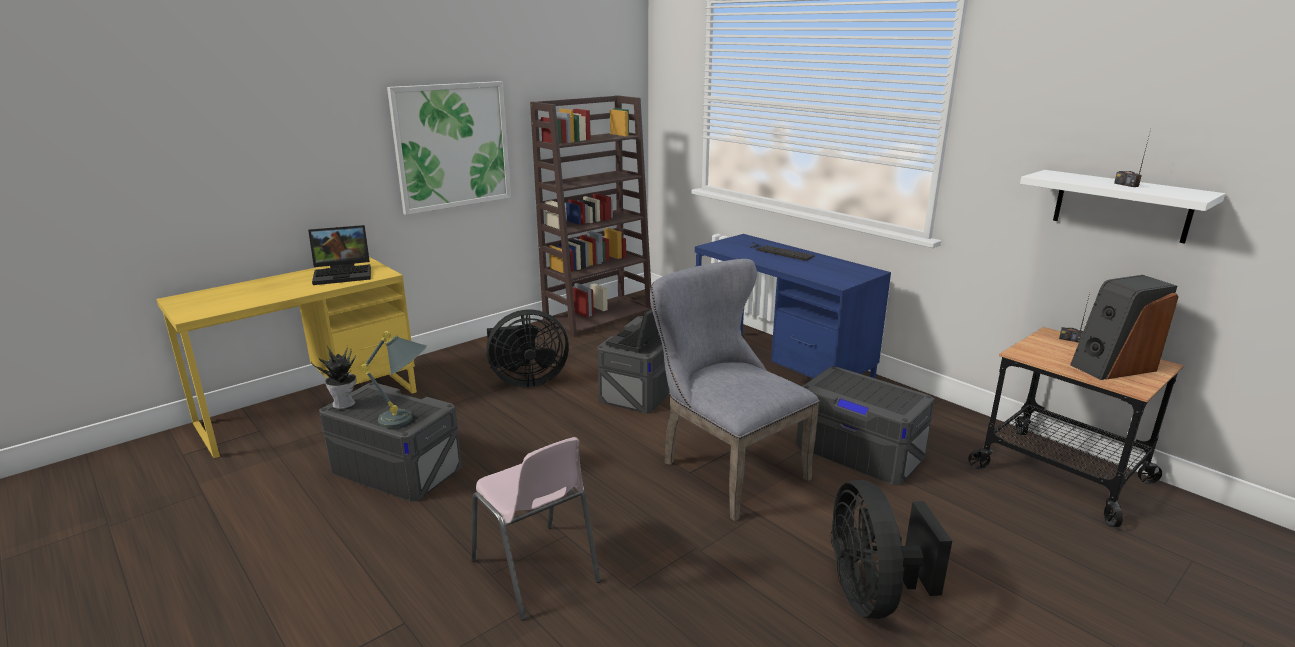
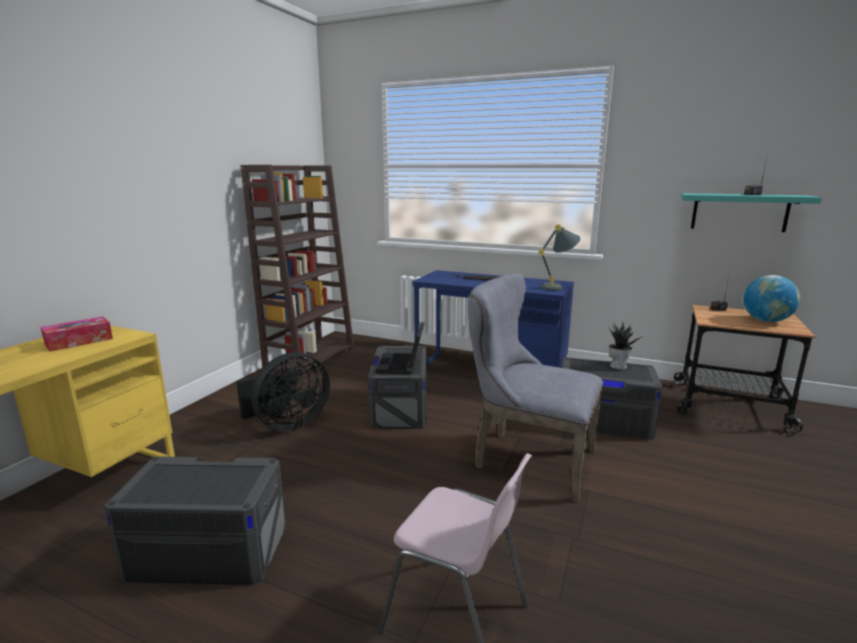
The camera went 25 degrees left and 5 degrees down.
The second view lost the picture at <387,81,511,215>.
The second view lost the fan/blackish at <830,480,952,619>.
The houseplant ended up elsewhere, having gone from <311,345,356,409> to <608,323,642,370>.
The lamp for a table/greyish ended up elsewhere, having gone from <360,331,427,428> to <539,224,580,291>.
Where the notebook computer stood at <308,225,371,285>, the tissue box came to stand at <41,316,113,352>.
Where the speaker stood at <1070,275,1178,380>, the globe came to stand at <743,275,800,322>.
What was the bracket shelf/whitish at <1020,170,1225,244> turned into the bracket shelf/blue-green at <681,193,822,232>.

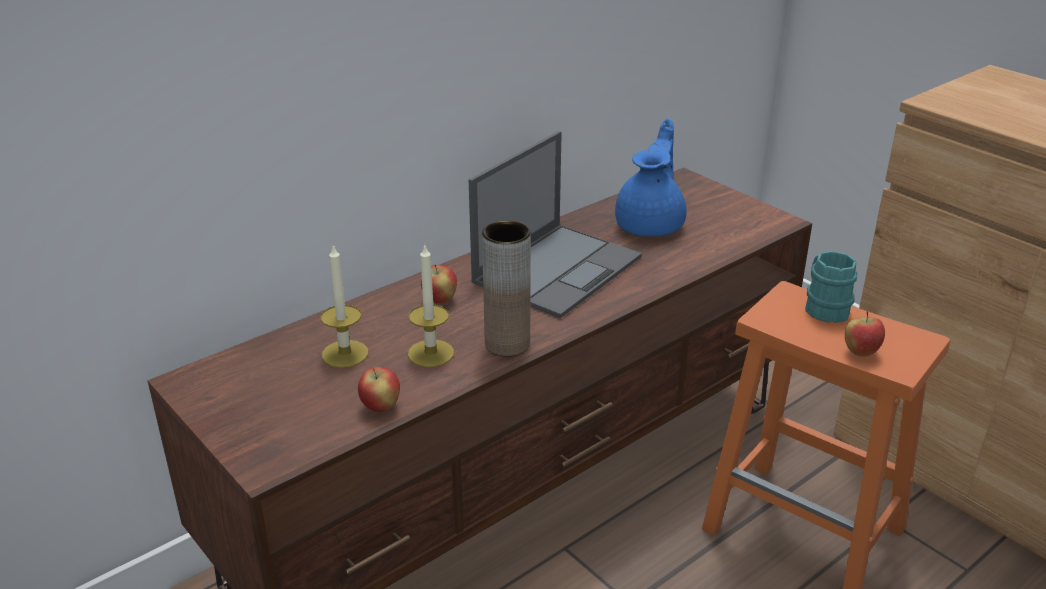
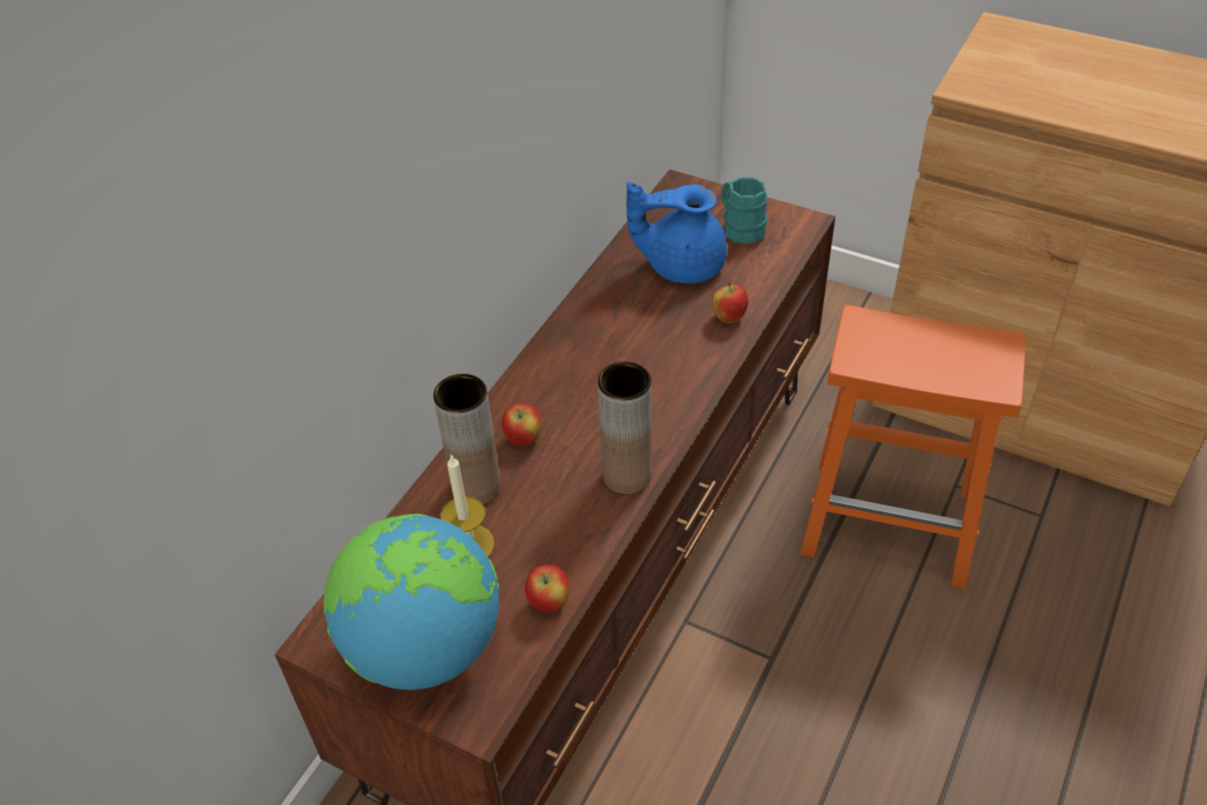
The camera went 20 degrees left and 15 degrees up.
The second view lost the wax candle at <408,243,454,367>.
The second view lost the notebook computer at <469,131,642,318>.
The second view gained the globe at <323,514,500,690>.
The second view gained the decorative vase/brown at <433,374,501,505>.
The coffee mug/blue-green ended up elsewhere, having gone from <805,251,857,323> to <721,177,768,244>.
The apple ended up elsewhere, having gone from <845,311,885,357> to <712,283,748,323>.
The pot for tea/bluish at <615,119,686,236> ended up facing another way, 90 degrees counterclockwise from before.

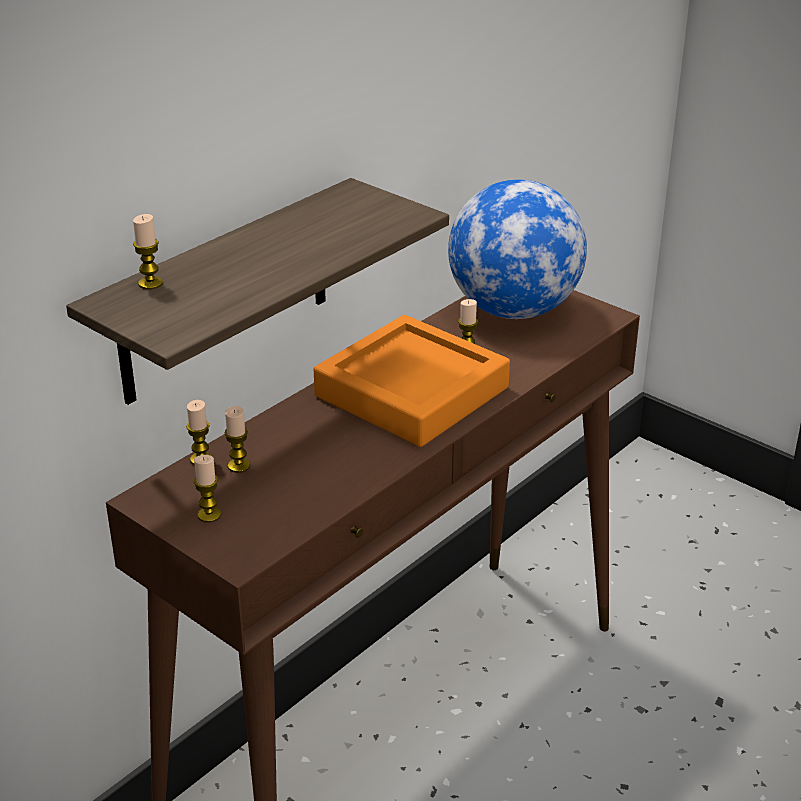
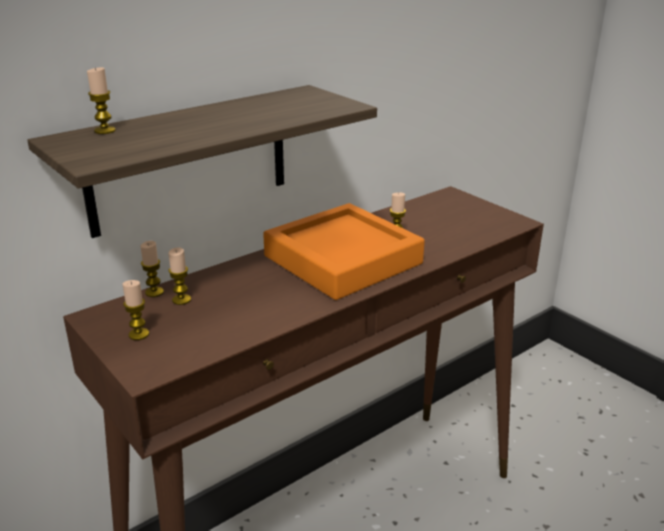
The camera went 10 degrees right and 5 degrees down.
The second view lost the globe at <448,179,587,319>.

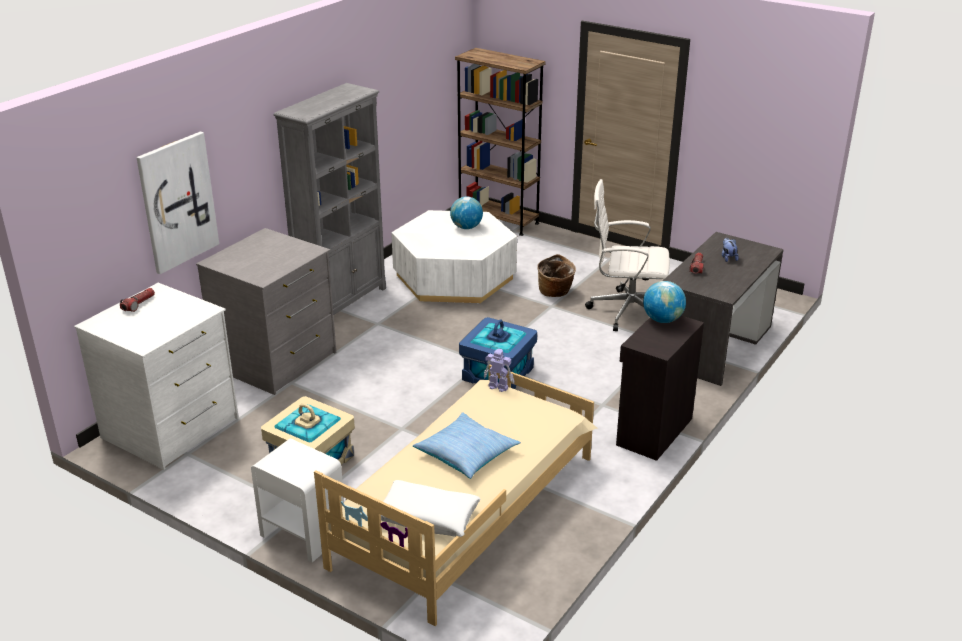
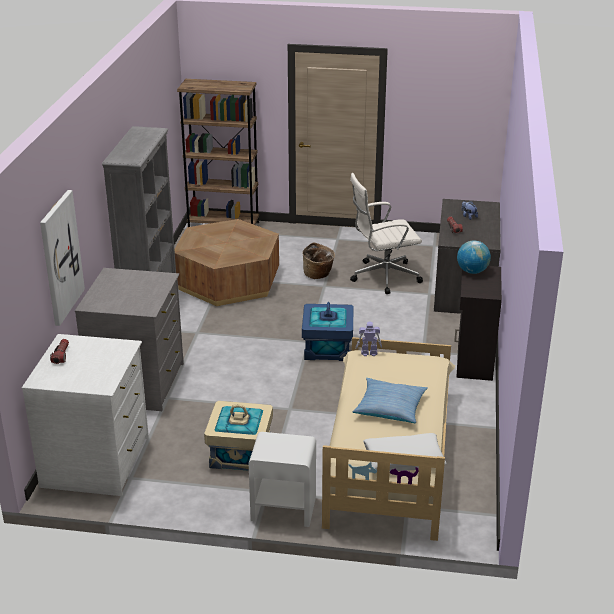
The camera went 25 degrees left and 0 degrees up.
The second view lost the globe at <450,196,483,229>.
What was the coffee table/whitish at <391,210,517,303> turned into the coffee table/brown at <174,219,279,306>.

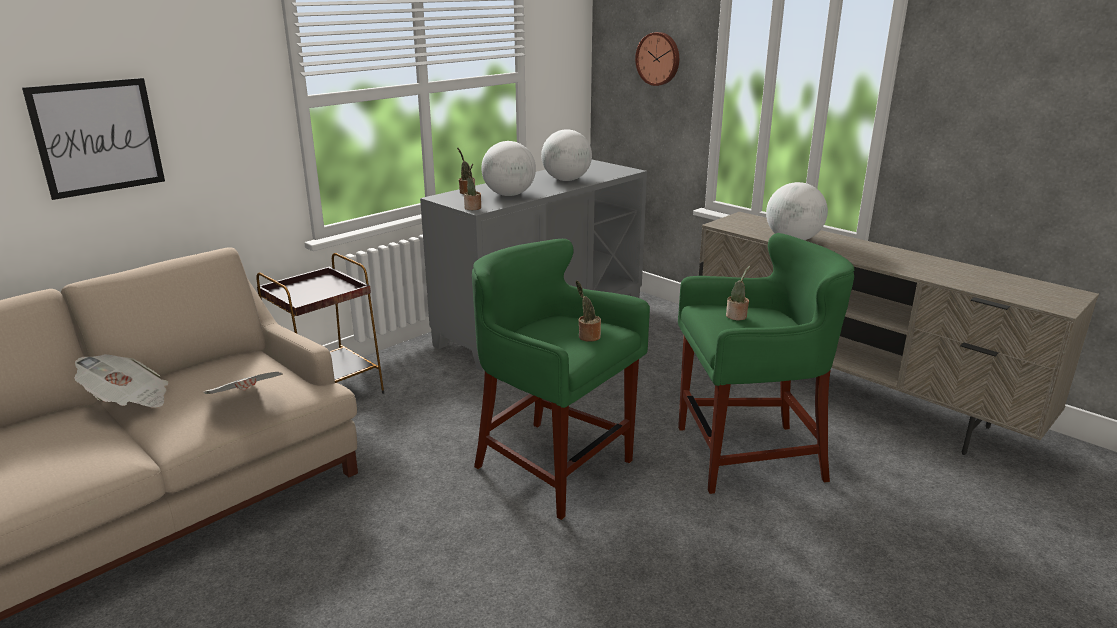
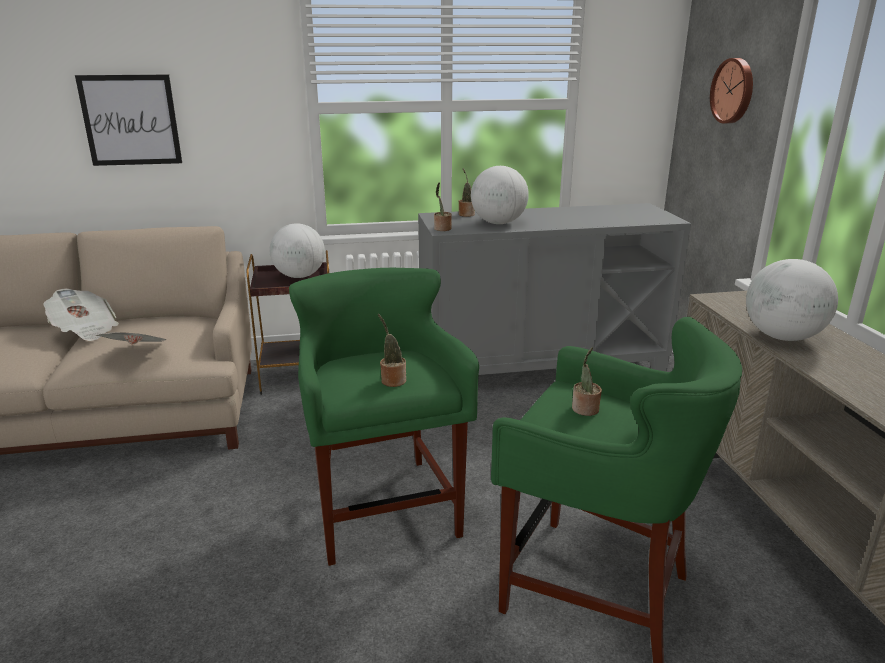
The camera went 35 degrees right and 0 degrees up.
The globe ended up elsewhere, having gone from <541,129,592,181> to <270,223,325,278>.

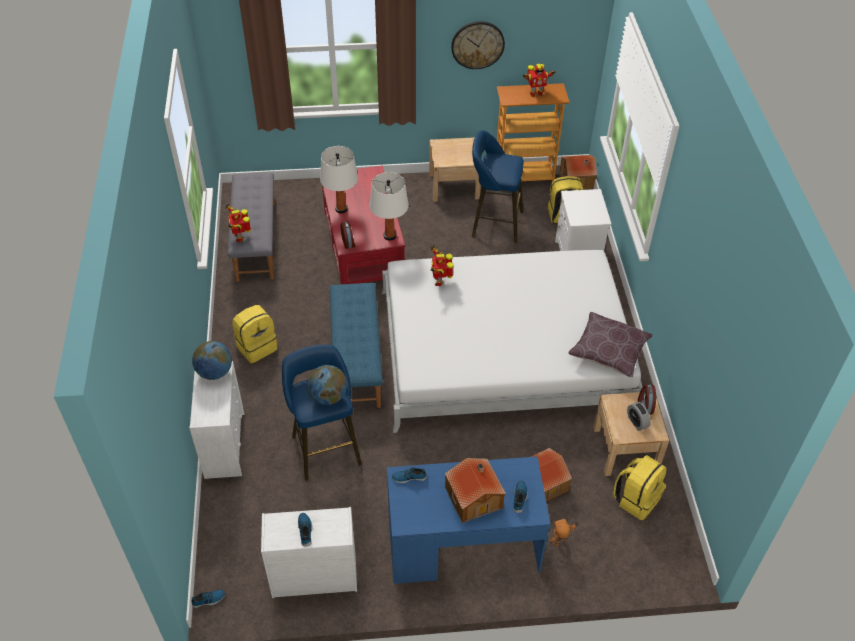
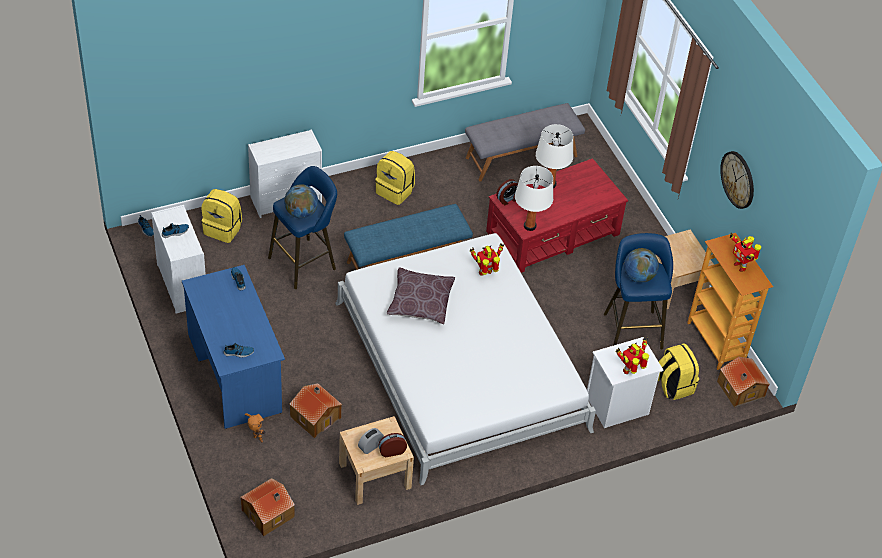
The camera went 70 degrees right and 0 degrees up.
The globe ended up elsewhere, having gone from <192,341,232,380> to <624,248,659,283>.
The model robot ended up elsewhere, having gone from <226,204,251,242> to <616,337,649,374>.
The toy house ended up elsewhere, having gone from <445,458,506,523> to <240,478,295,536>.
The throw pillow/brown ended up elsewhere, having gone from <568,312,653,378> to <387,267,455,324>.
The rucksack/yellow-coloured ended up elsewhere, having gone from <614,455,667,520> to <202,189,242,243>.

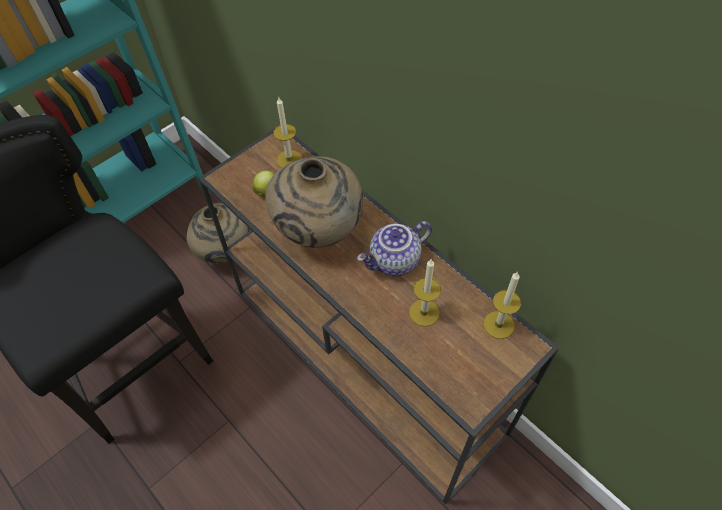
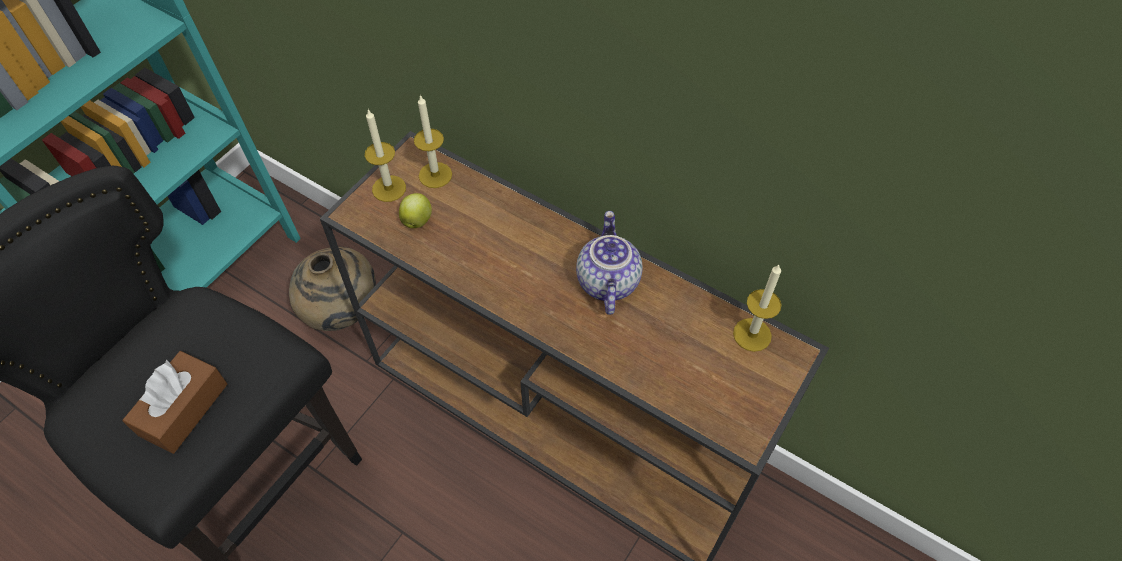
The camera went 15 degrees left and 0 degrees up.
The second view lost the decorative vase/beige-coloured at <265,156,363,248>.
The second view gained the tissue box/brown at <123,351,227,454>.
The wax candle ended up elsewhere, having gone from <409,259,441,326> to <365,109,406,202>.
The pot for tea at <357,221,432,276> ended up facing another way, 135 degrees clockwise from before.

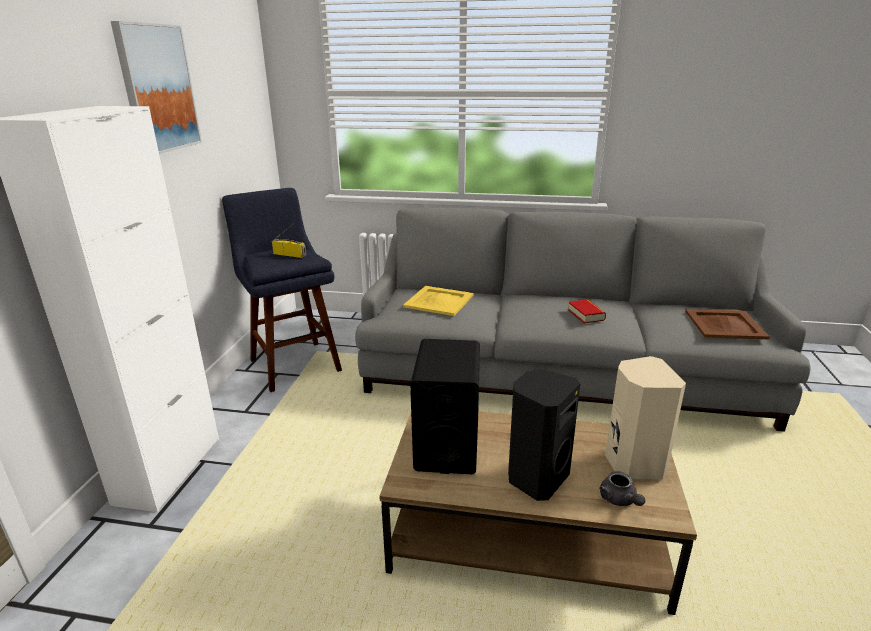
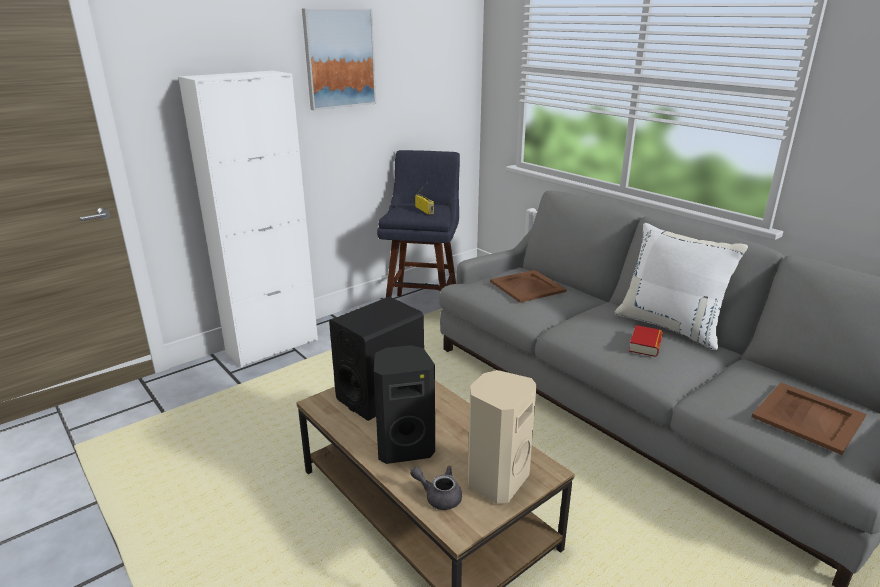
The camera went 40 degrees right and 0 degrees up.
The second view gained the throw pillow/whitish at <614,223,748,350>.
What was the carrying tray/yellow-coloured at <403,286,473,316> turned into the carrying tray/brown at <490,270,567,303>.
The pot for tea/greyish at <599,471,645,506> ended up facing another way, 90 degrees clockwise from before.

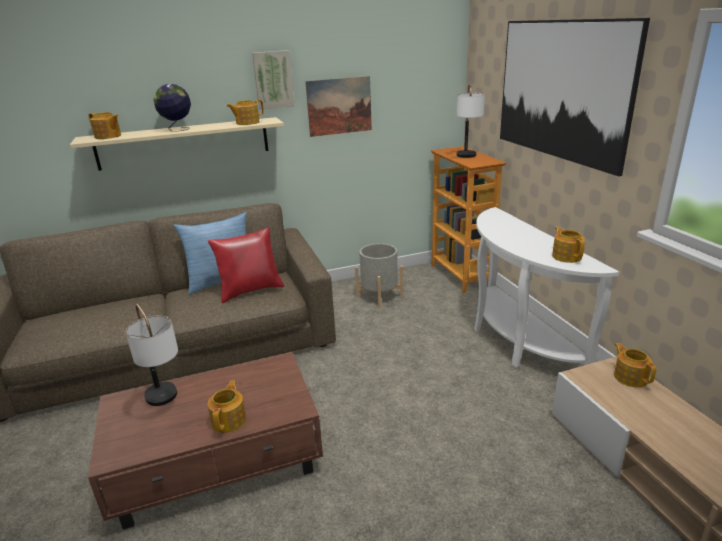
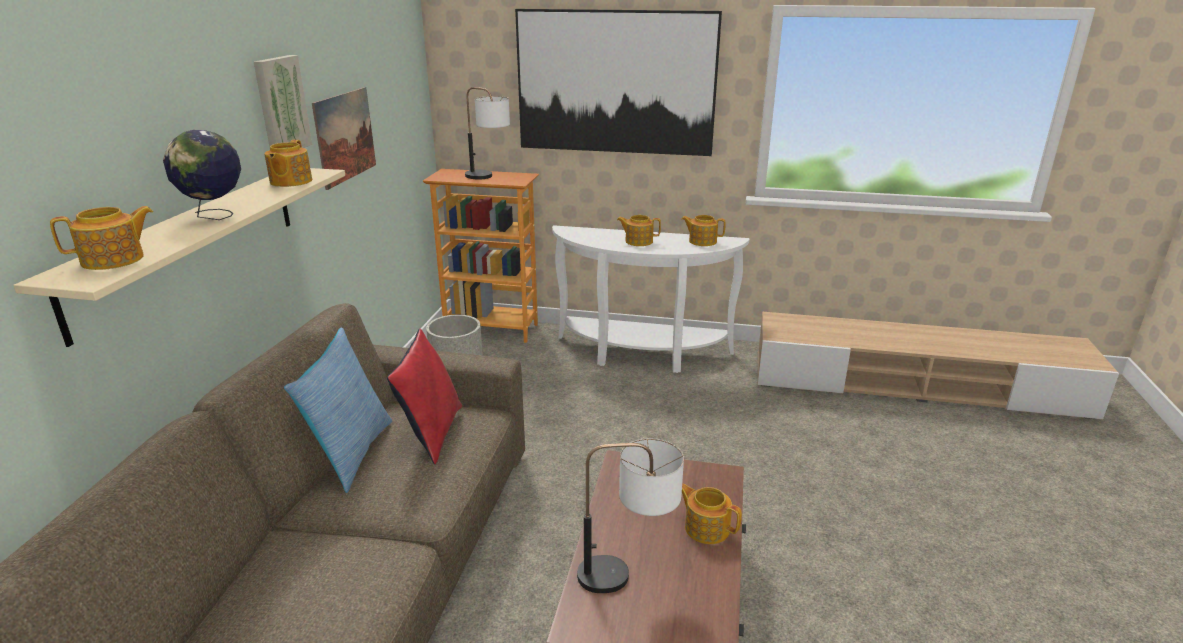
The camera went 60 degrees left and 0 degrees up.
The pot for tea ended up elsewhere, having gone from <614,343,656,387> to <617,215,661,246>.

